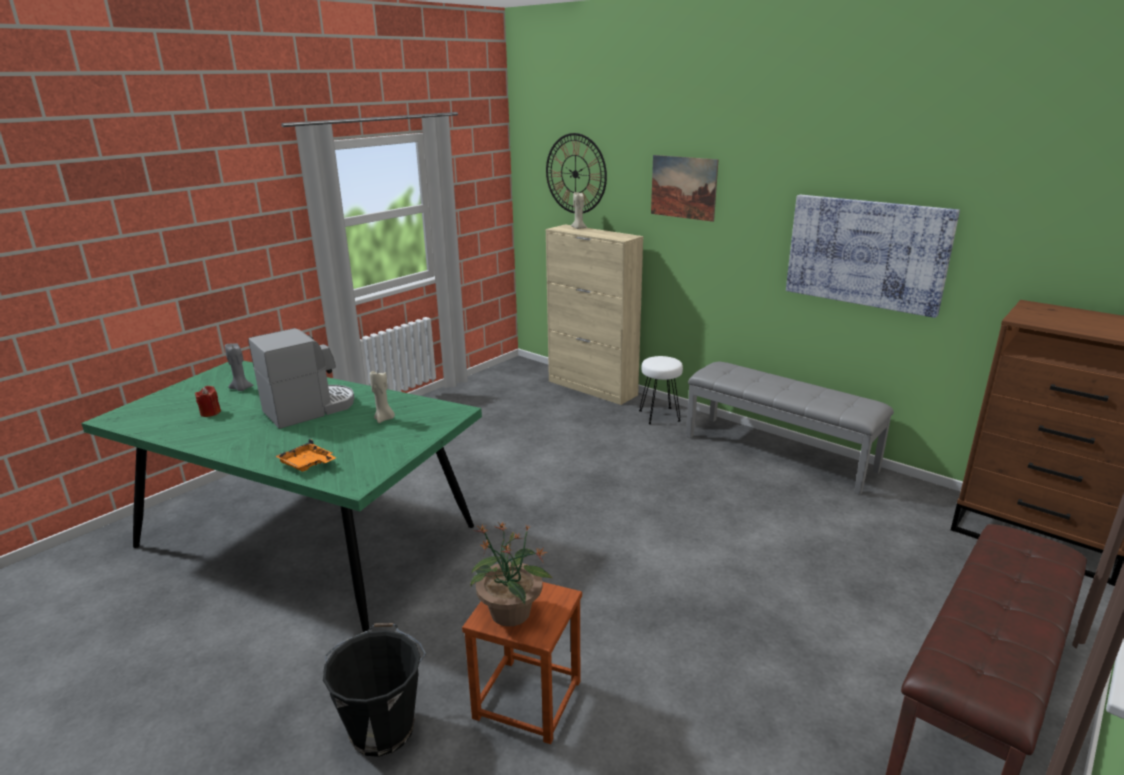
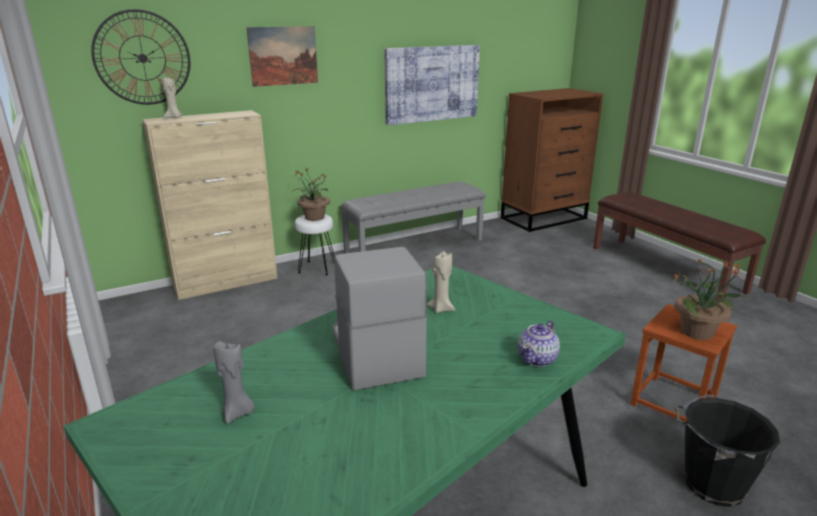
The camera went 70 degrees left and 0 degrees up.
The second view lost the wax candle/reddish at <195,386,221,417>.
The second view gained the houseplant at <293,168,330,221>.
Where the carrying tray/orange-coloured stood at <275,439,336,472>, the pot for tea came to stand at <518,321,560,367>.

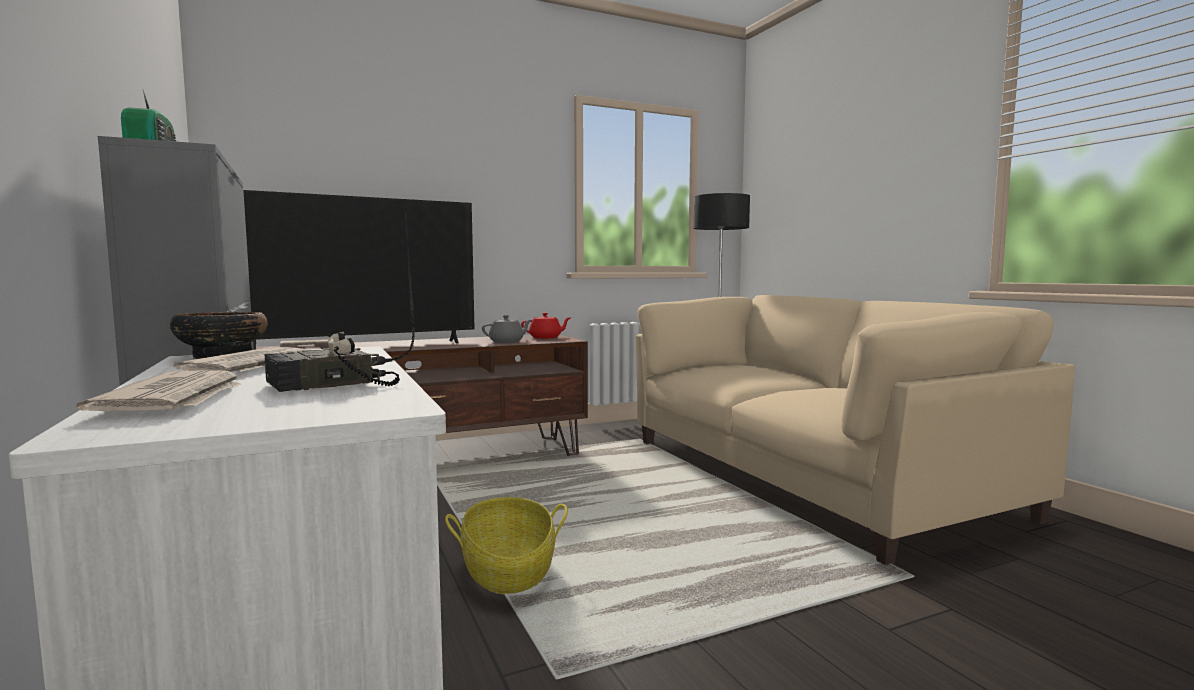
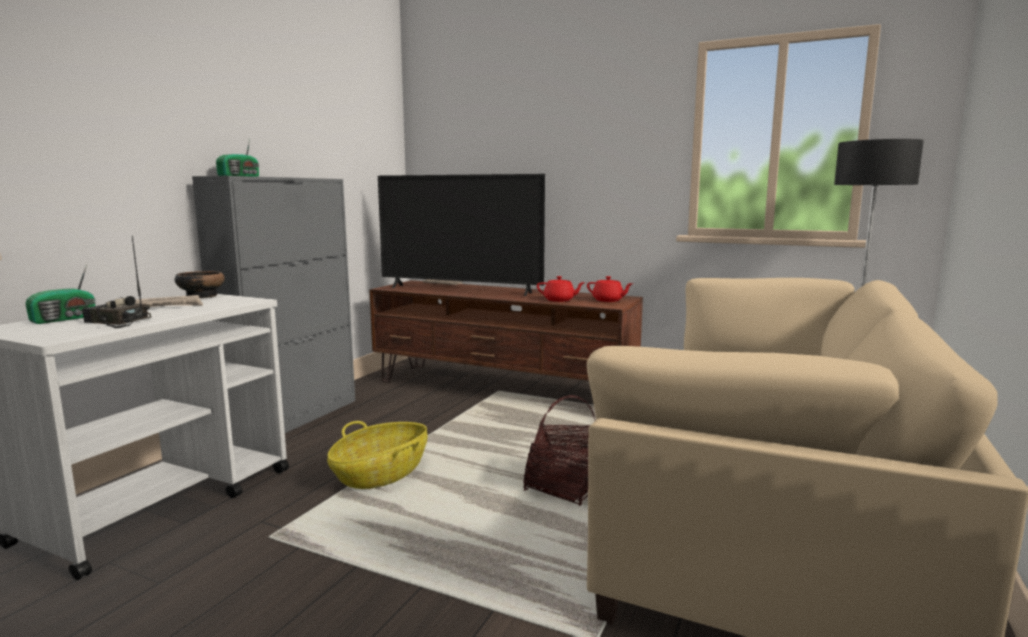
The camera went 50 degrees right and 5 degrees up.
The second view gained the storage basket at <523,395,595,506>.
Where the newspaper stood at <76,370,241,411>, the radio set came to stand at <26,264,96,324>.
What was the pot for tea/greyish at <482,315,532,343> turned into the pot for tea/reddish at <537,276,586,302>.

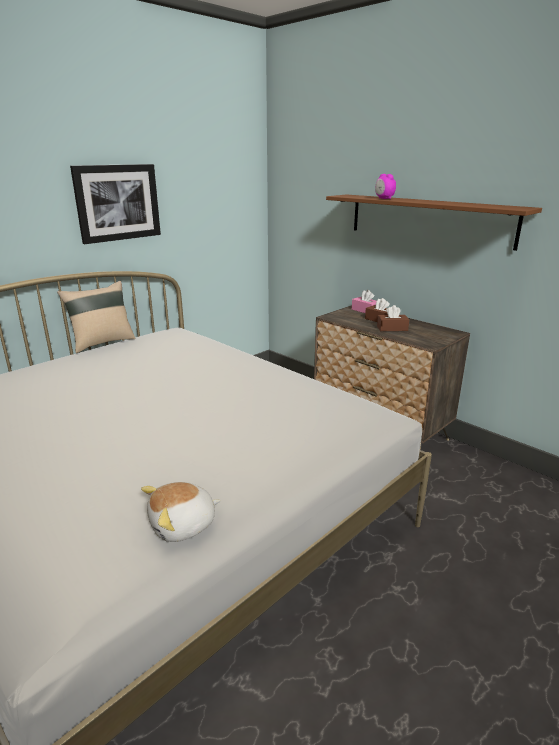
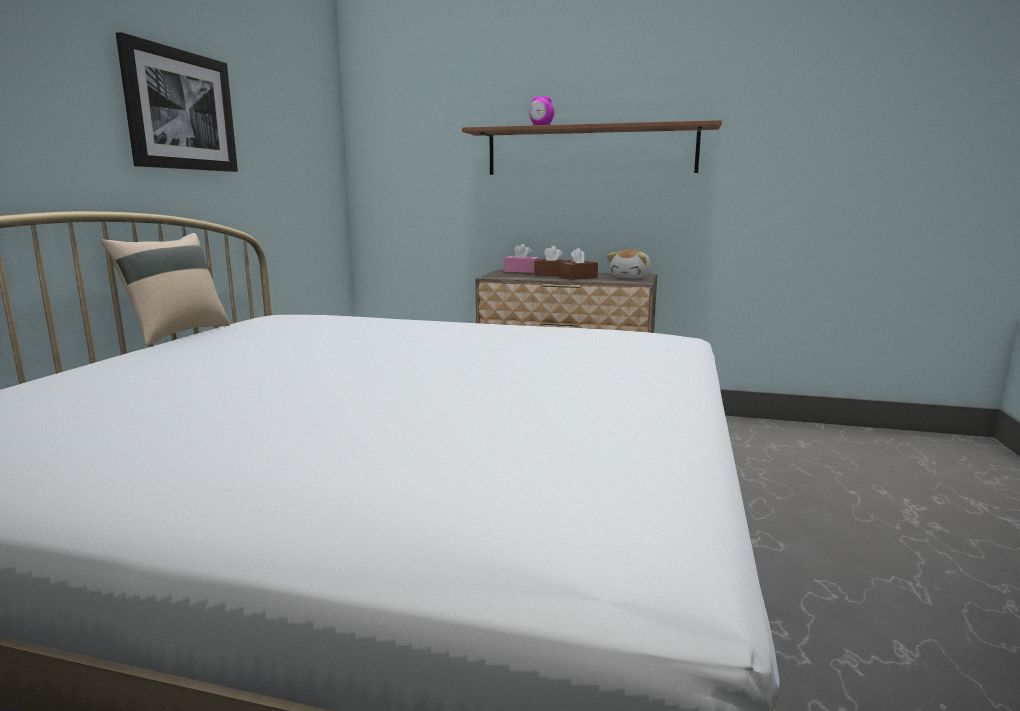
The camera went 30 degrees left and 10 degrees down.
The cuddly toy ended up elsewhere, having gone from <141,482,221,542> to <607,249,652,278>.

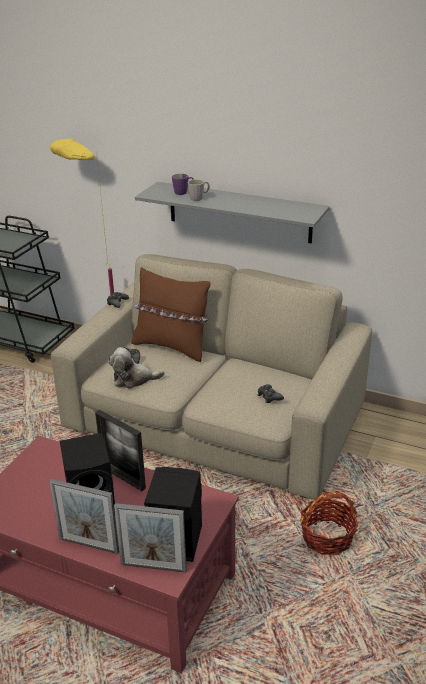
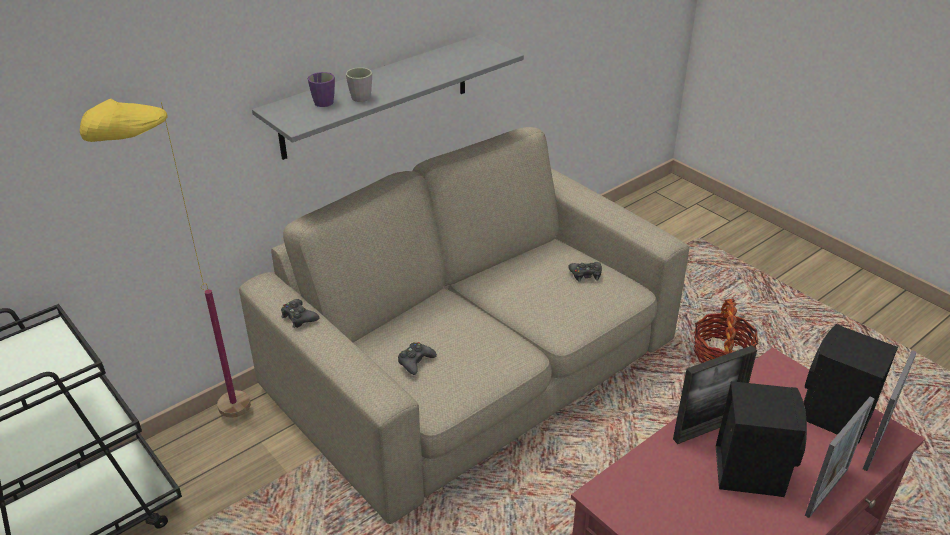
The camera went 65 degrees left and 5 degrees up.
The second view lost the cuddly toy at <108,347,165,389>.
The second view lost the throw pillow/brown at <131,267,210,362>.

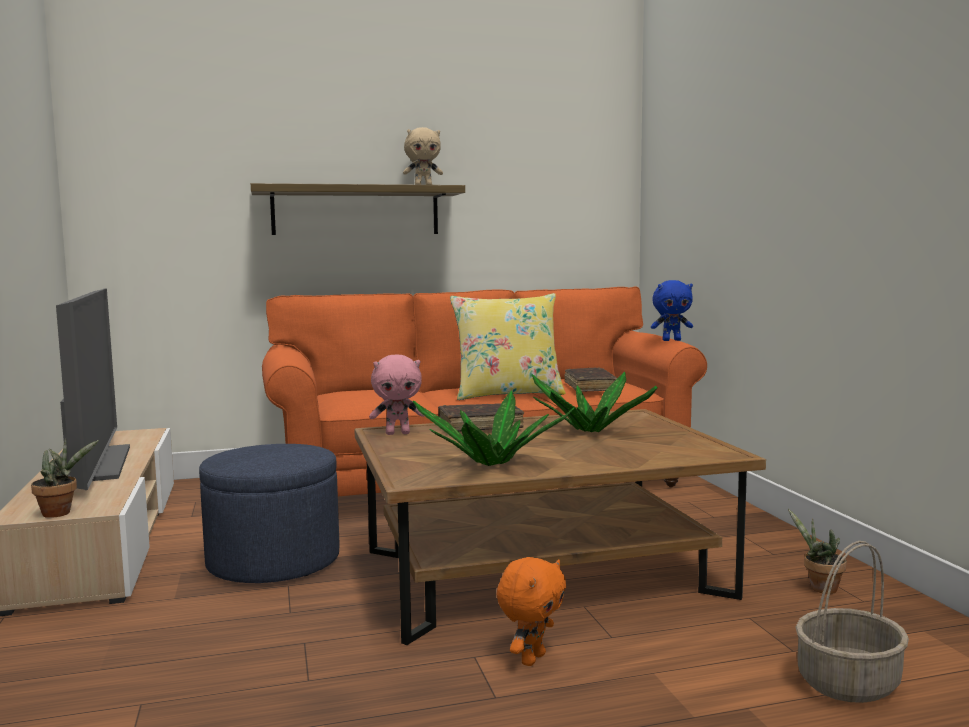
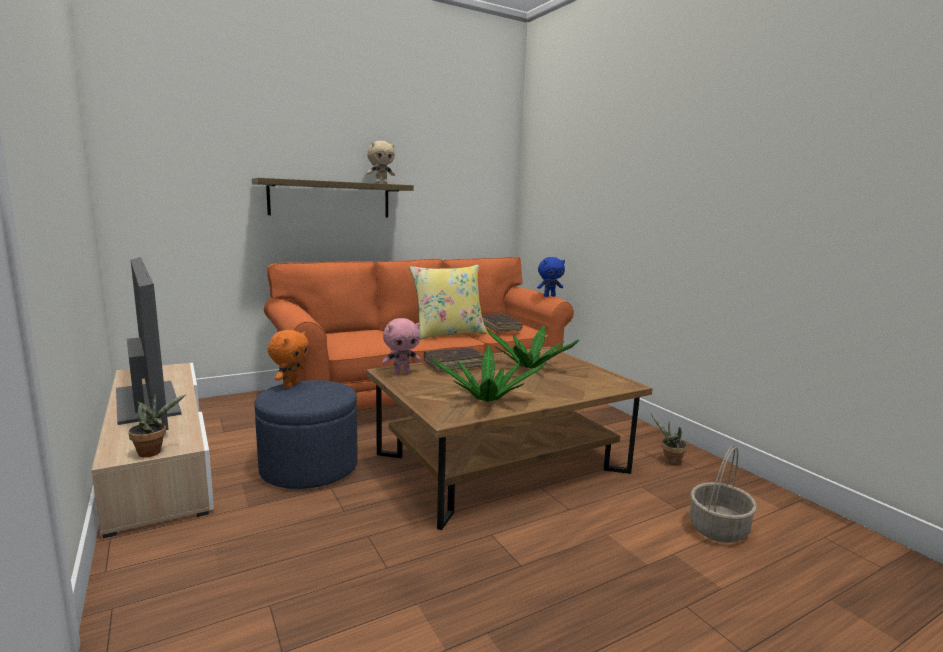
The camera went 15 degrees left and 5 degrees up.
The cuddly toy/orange-coloured ended up elsewhere, having gone from <496,557,566,666> to <267,330,309,388>.

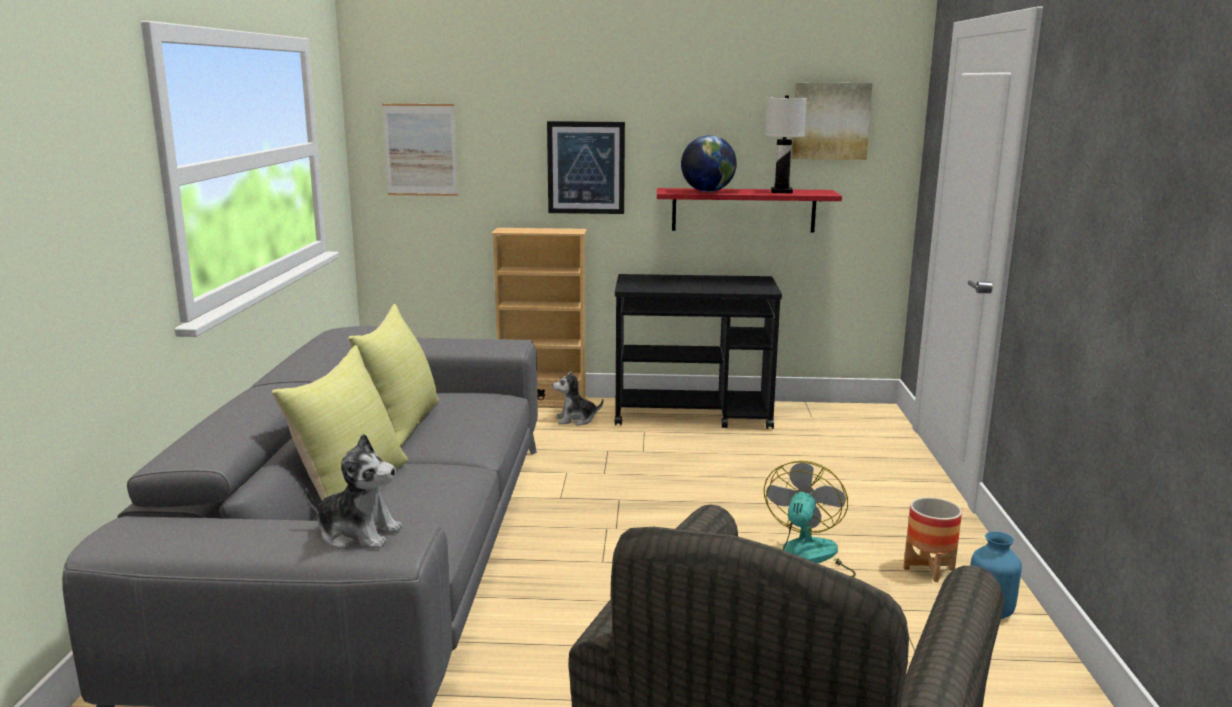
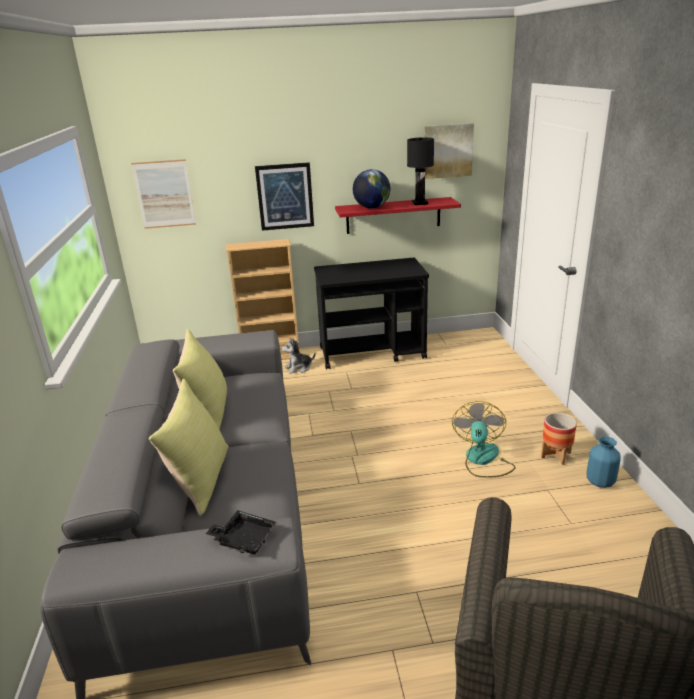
The camera went 10 degrees left and 10 degrees up.
Where the cuddly toy stood at <306,433,403,549>, the carrying tray/blackish came to stand at <205,510,276,555>.
What was the lamp for a table/whitish at <765,95,807,193> turned into the lamp for a table/blackish at <407,137,434,205>.

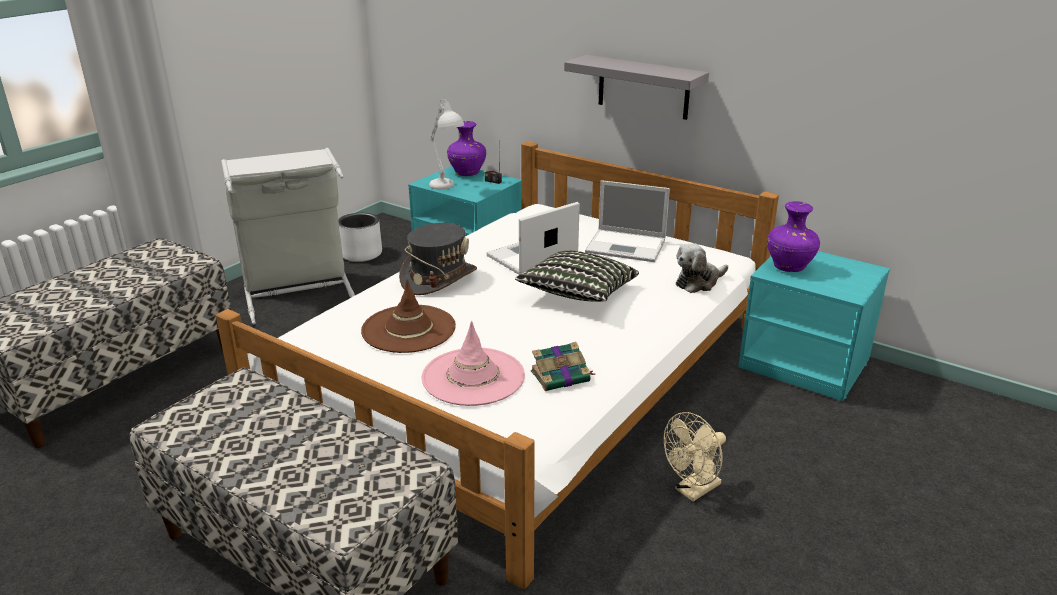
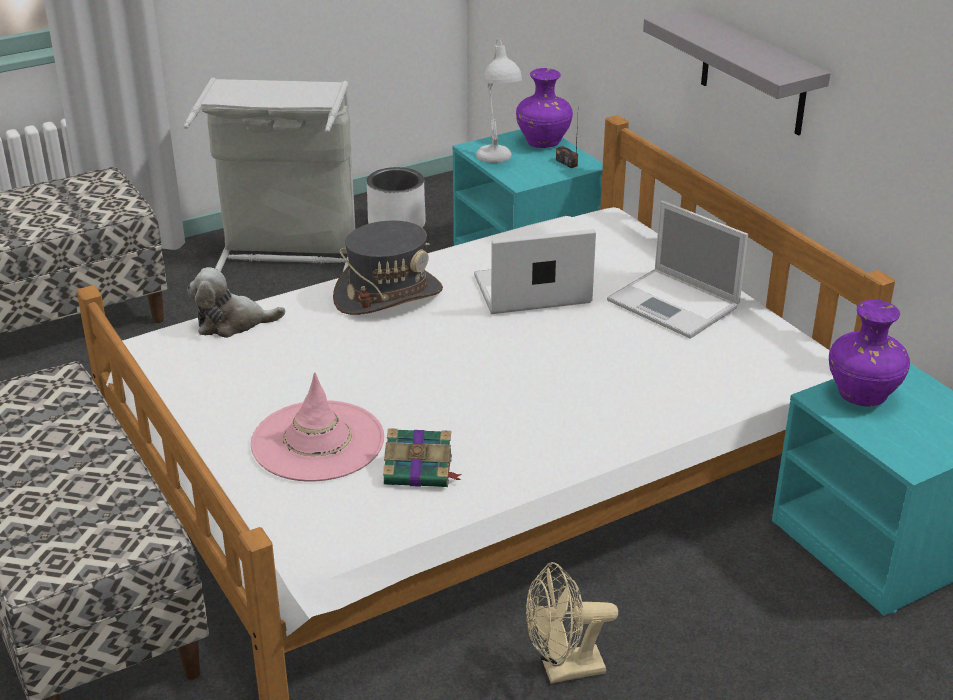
The camera went 25 degrees right and 5 degrees up.
The second view lost the clothing hat/brown at <361,279,456,353>.
The second view lost the throw pillow at <515,251,639,302>.
The cuddly toy ended up elsewhere, having gone from <676,243,728,293> to <187,267,285,338>.

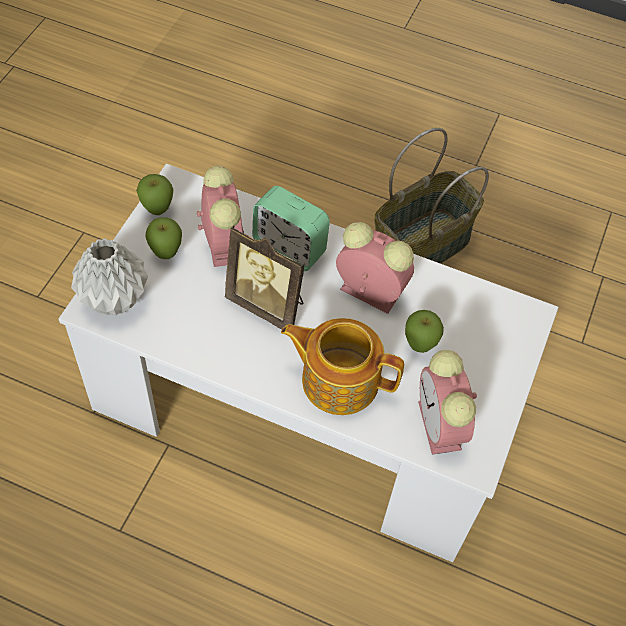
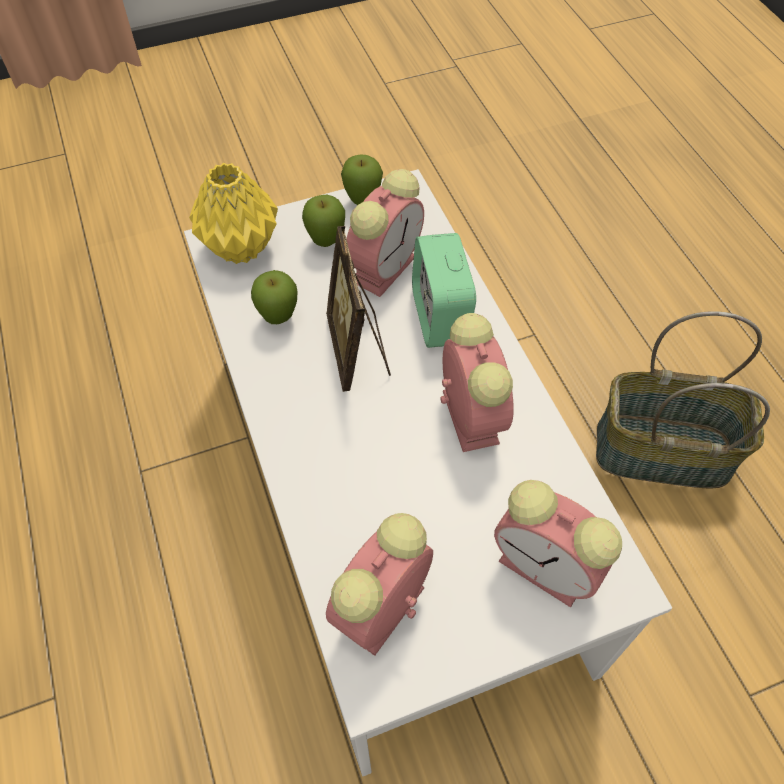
The camera went 50 degrees right and 0 degrees up.
The second view lost the pot for tea at <281,318,404,415>.
The second view gained the table clock at <494,480,622,607>.
The apple ended up elsewhere, having gone from <405,310,444,353> to <251,270,298,324>.
What was the decorative vase/greyish at <71,238,148,316> turned into the decorative vase/yellow-coloured at <189,163,278,264>.

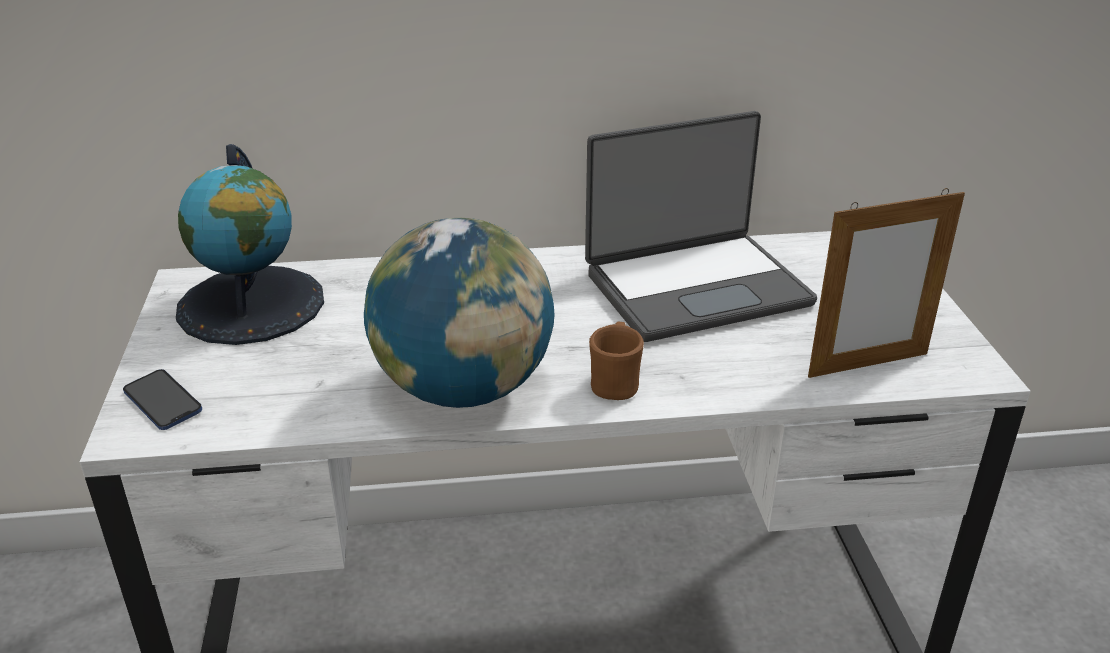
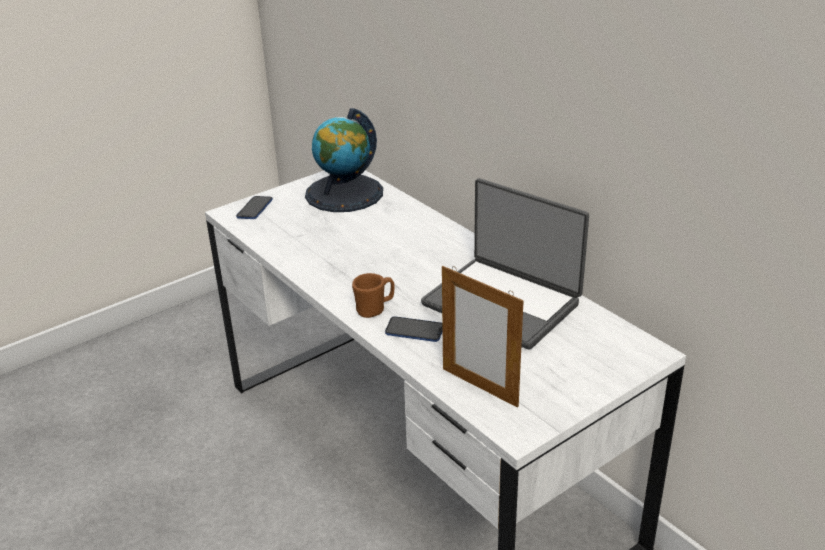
The camera went 60 degrees right and 0 degrees up.
The second view lost the globe at <364,218,555,408>.
The second view gained the telephone at <385,316,443,342>.

